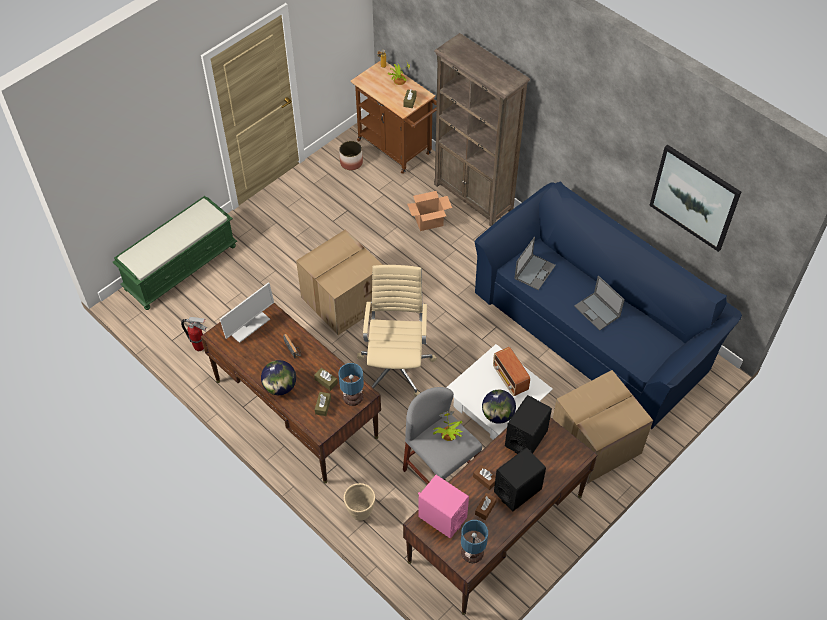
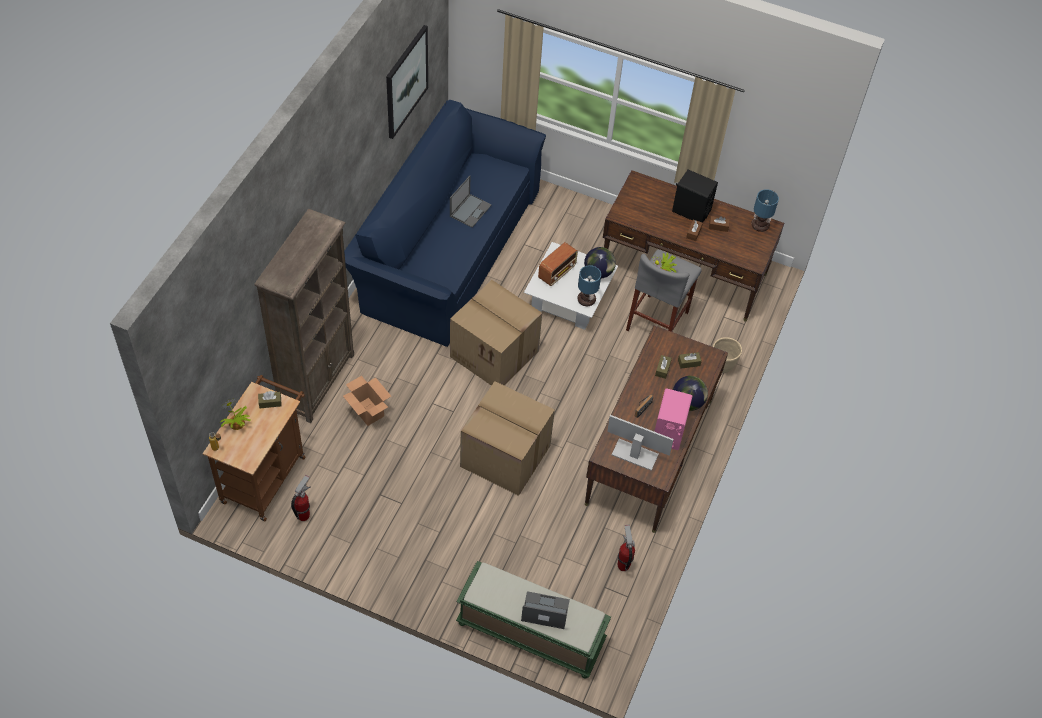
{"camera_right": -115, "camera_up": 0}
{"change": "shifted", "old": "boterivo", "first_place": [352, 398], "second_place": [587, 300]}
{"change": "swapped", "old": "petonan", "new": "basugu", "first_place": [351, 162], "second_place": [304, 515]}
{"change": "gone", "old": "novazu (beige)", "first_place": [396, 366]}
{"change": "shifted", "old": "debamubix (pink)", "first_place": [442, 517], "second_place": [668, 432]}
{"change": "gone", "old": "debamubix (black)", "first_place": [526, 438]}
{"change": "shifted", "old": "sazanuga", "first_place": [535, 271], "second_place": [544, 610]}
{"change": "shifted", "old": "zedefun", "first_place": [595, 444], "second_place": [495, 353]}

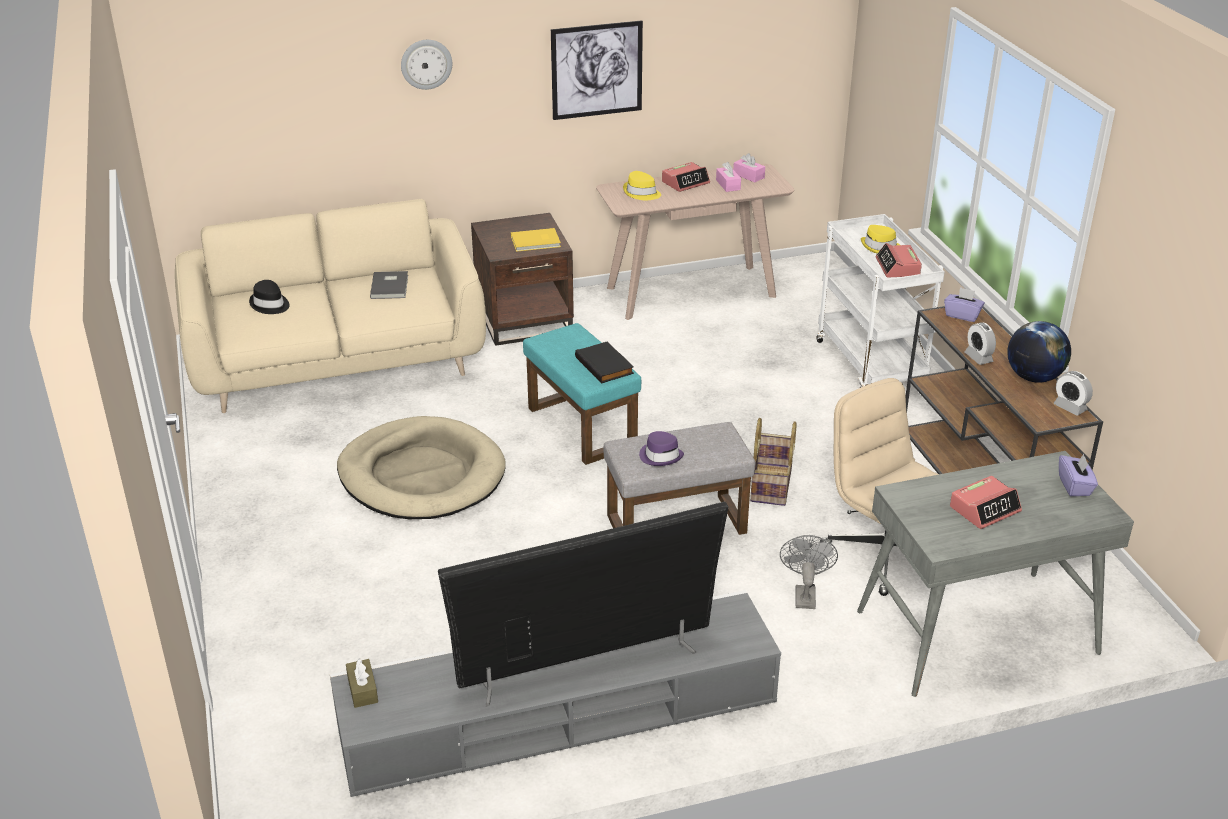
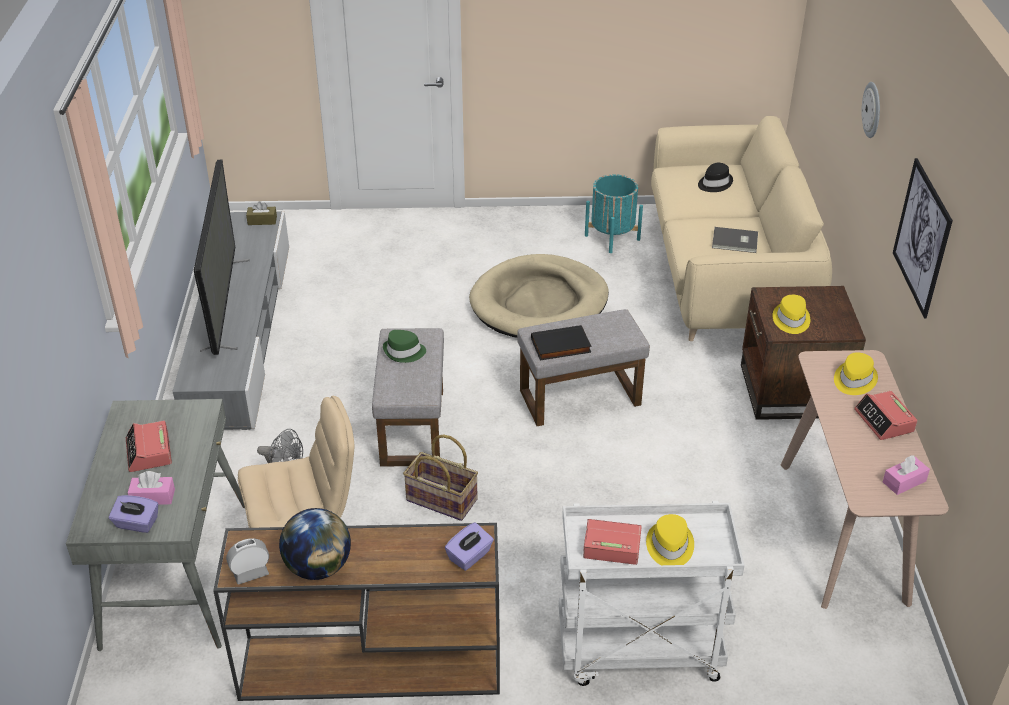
{"camera_right": 105, "camera_up": 5}
{"change": "swapped", "old": "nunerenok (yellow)", "new": "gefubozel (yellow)", "first_place": [536, 242], "second_place": [791, 320]}
{"change": "repainted", "old": "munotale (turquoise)", "new": "munotale (grey)", "first_place": [583, 427], "second_place": [579, 398]}
{"change": "repainted", "old": "gefubozel (purple)", "new": "gefubozel (green)", "first_place": [661, 456], "second_place": [404, 352]}
{"change": "shifted", "old": "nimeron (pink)", "first_place": [728, 185], "second_place": [153, 497]}
{"change": "gone", "old": "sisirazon", "first_place": [978, 357]}
{"change": "new", "new": "petonan (turquoise)", "second_place": [612, 237]}

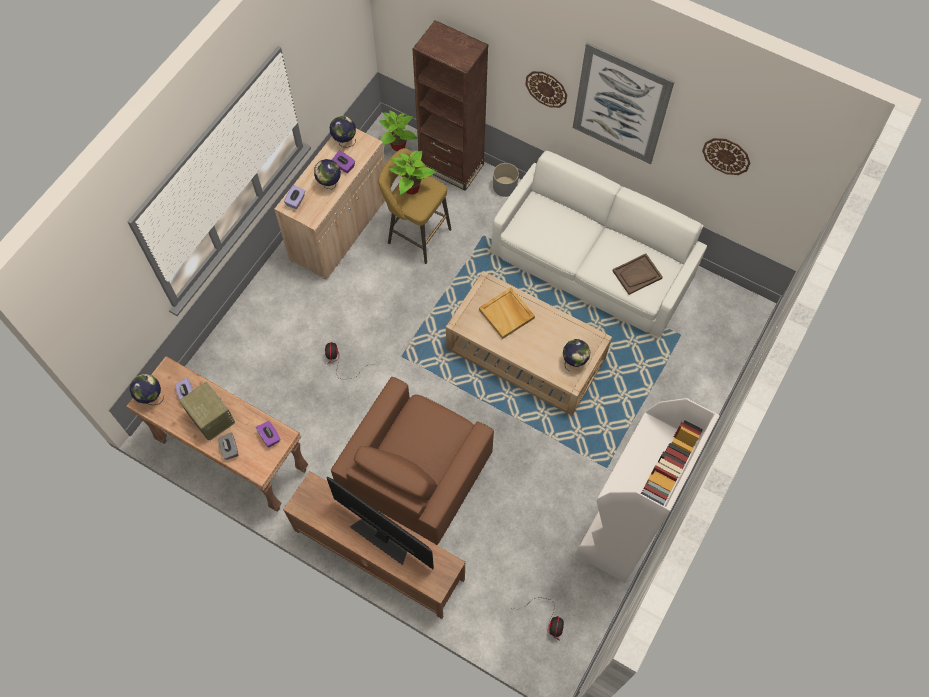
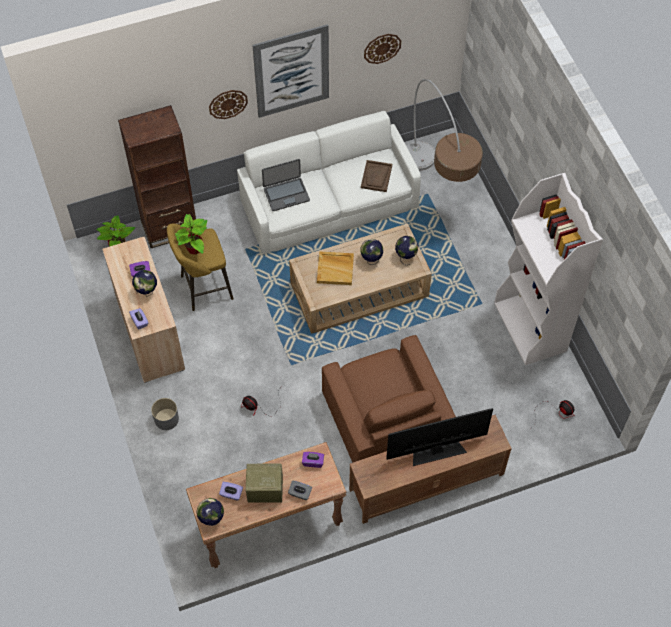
{"camera_right": -50, "camera_up": -5}
{"change": "shifted", "old": "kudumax", "first_place": [344, 141], "second_place": [371, 260]}
{"change": "shifted", "old": "petonan (grey)", "first_place": [505, 186], "second_place": [166, 419]}
{"change": "new", "new": "sazanuga", "second_place": [286, 194]}
{"change": "new", "new": "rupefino", "second_place": [436, 192]}

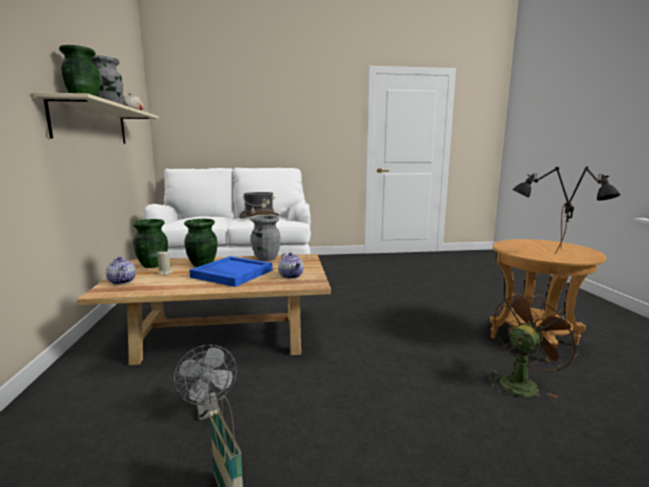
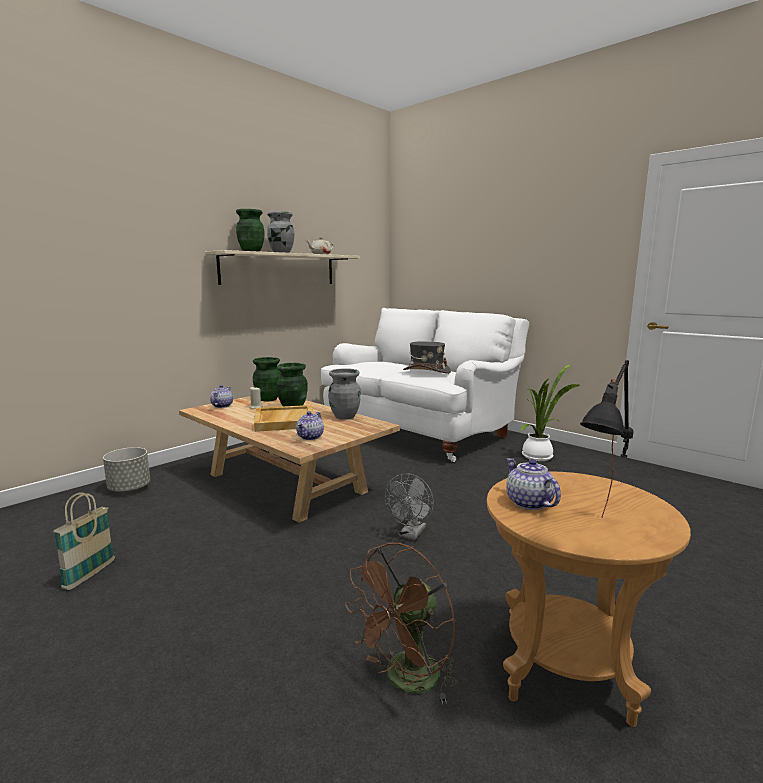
{"camera_right": 50, "camera_up": 0}
{"change": "shifted", "old": "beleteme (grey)", "first_place": [209, 411], "second_place": [411, 534]}
{"change": "repainted", "old": "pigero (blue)", "new": "pigero (beige)", "first_place": [231, 274], "second_place": [284, 421]}
{"change": "rotated", "old": "beleteme (brown)", "first_place": [521, 383], "second_place": [406, 682], "degrees": 120}
{"change": "swapped", "old": "boterivo (black)", "new": "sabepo", "first_place": [535, 253], "second_place": [528, 503]}
{"change": "new", "new": "petonan (grey)", "second_place": [129, 488]}
{"change": "new", "new": "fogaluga", "second_place": [539, 456]}

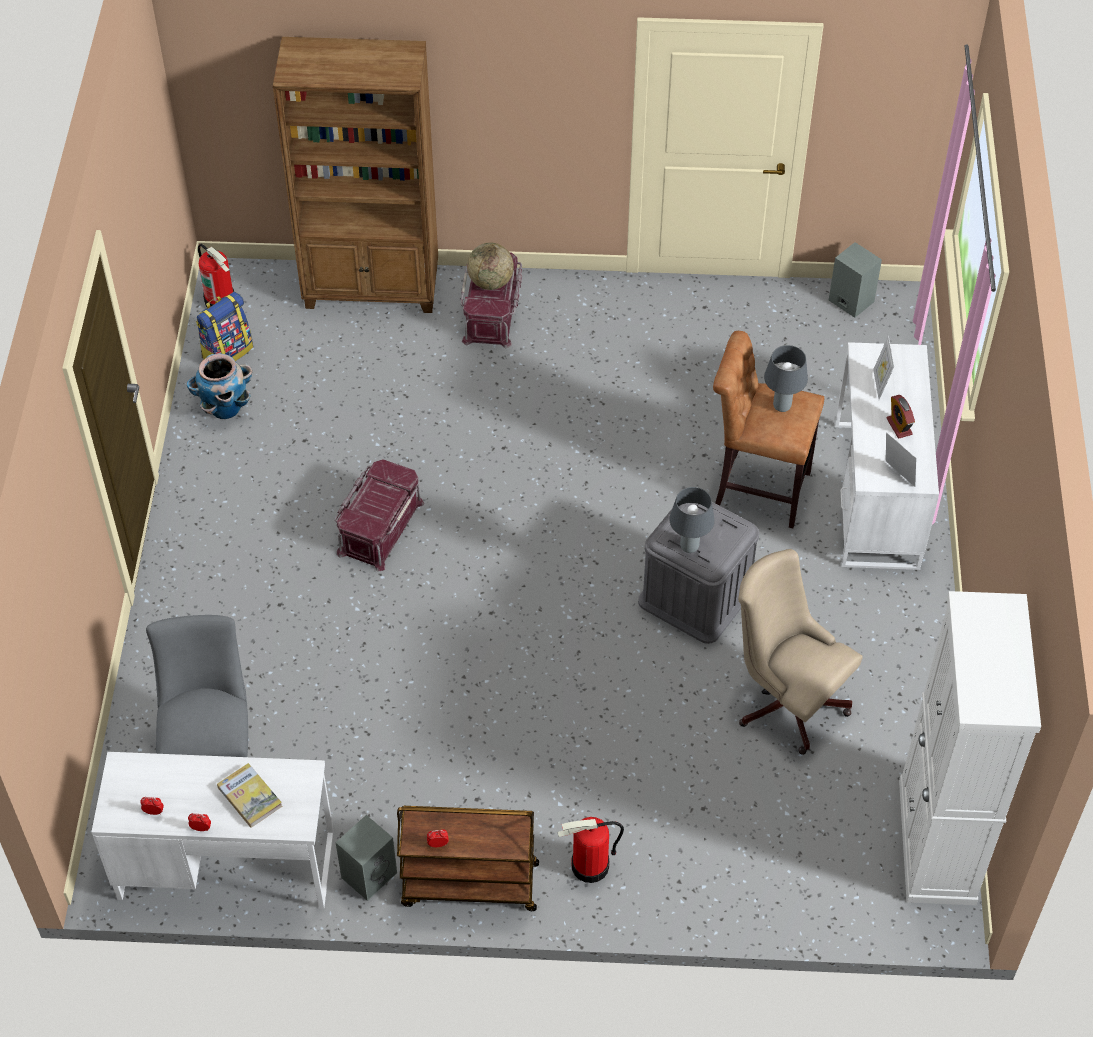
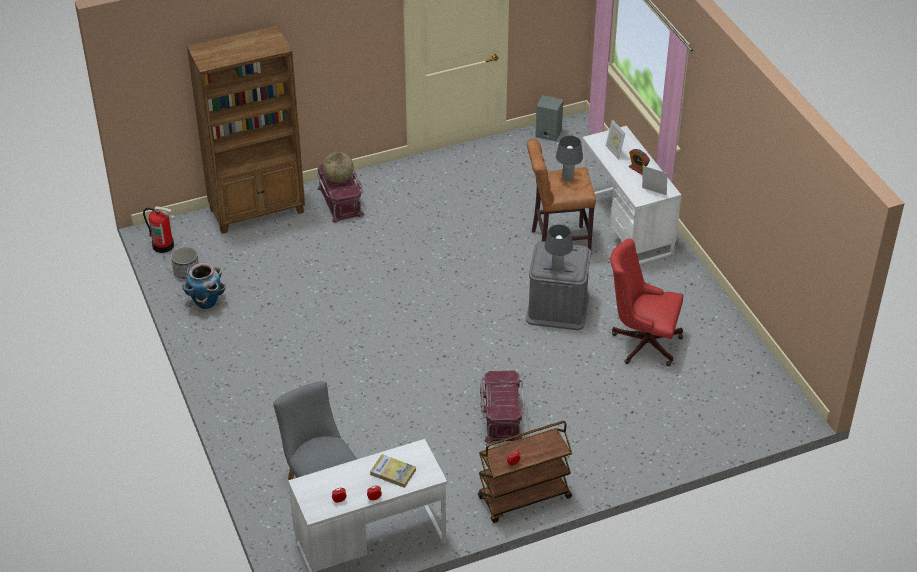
{"camera_right": -25, "camera_up": -10}
{"change": "swapped", "old": "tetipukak", "new": "petonan", "first_place": [227, 351], "second_place": [186, 271]}
{"change": "shifted", "old": "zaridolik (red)", "first_place": [379, 527], "second_place": [501, 417]}
{"change": "gone", "old": "debamubix (grey)", "first_place": [369, 874]}
{"change": "gone", "old": "basugu", "first_place": [590, 866]}
{"change": "repainted", "old": "novazu (beige)", "new": "novazu (red)", "first_place": [786, 699], "second_place": [642, 342]}
{"change": "gone", "old": "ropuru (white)", "first_place": [936, 842]}

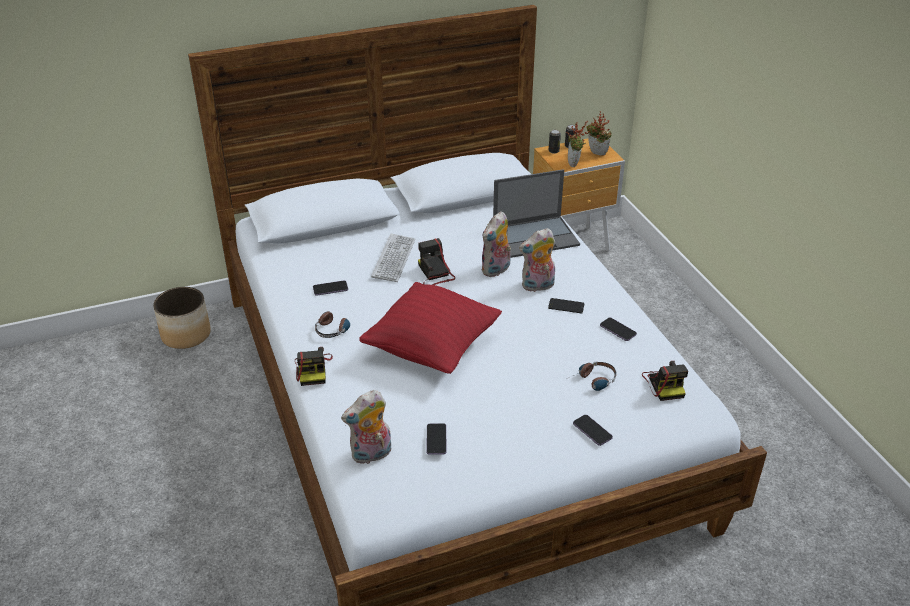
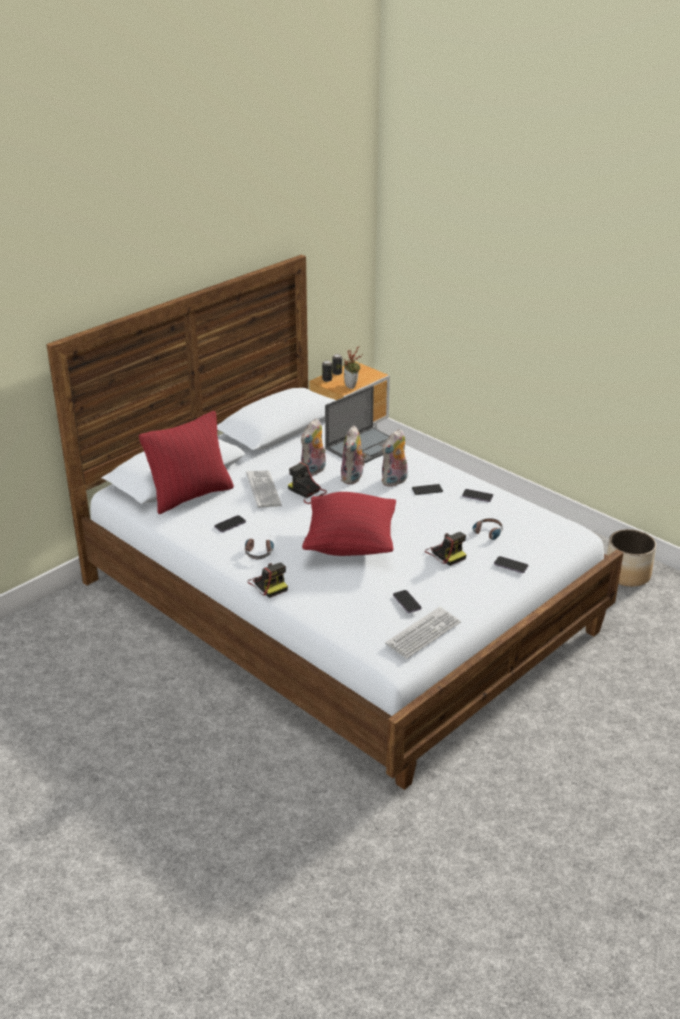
{"camera_right": -25, "camera_up": -5}
{"change": "shifted", "old": "petonan", "first_place": [186, 334], "second_place": [627, 574]}
{"change": "shifted", "old": "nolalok", "first_place": [371, 455], "second_place": [314, 471]}
{"change": "gone", "old": "fogaluga", "first_place": [596, 154]}
{"change": "shifted", "old": "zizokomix", "first_place": [664, 384], "second_place": [445, 553]}
{"change": "new", "new": "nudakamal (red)", "second_place": [190, 496]}
{"change": "new", "new": "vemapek", "second_place": [423, 634]}

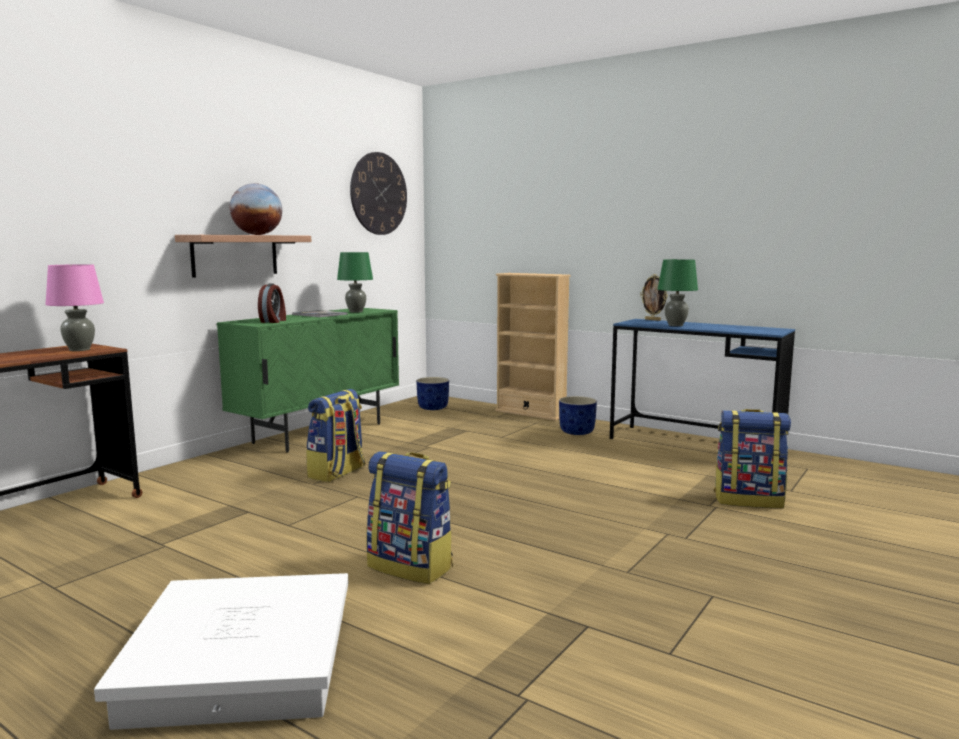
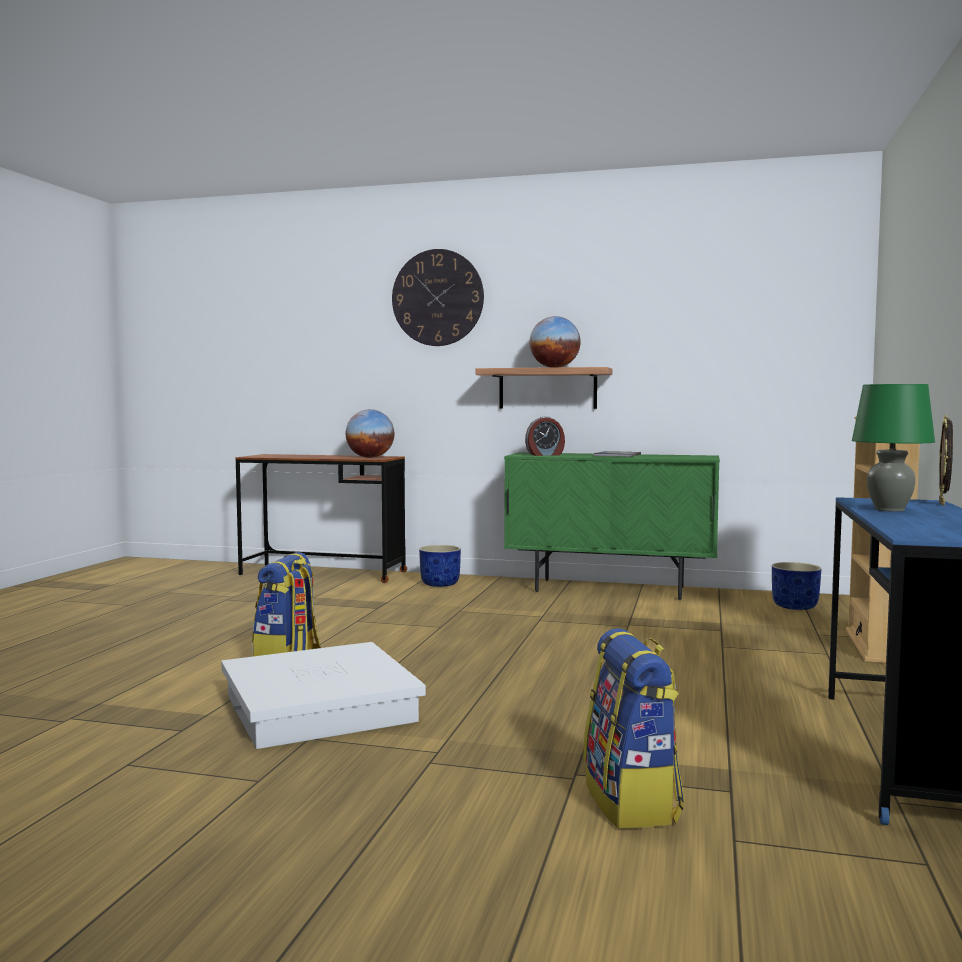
{"camera_right": 70, "camera_up": -5}
{"change": "swapped", "old": "boterivo (pink)", "new": "kudumax", "first_place": [80, 349], "second_place": [370, 457]}
{"change": "shifted", "old": "zaridolik (white)", "first_place": [243, 662], "second_place": [319, 708]}
{"change": "gone", "old": "tetipukak", "first_place": [337, 473]}
{"change": "gone", "old": "boterivo (green)", "first_place": [356, 311]}
{"change": "shifted", "old": "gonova", "first_place": [378, 194], "second_place": [437, 298]}
{"change": "shifted", "old": "petonan (blue)", "first_place": [577, 432], "second_place": [440, 584]}

